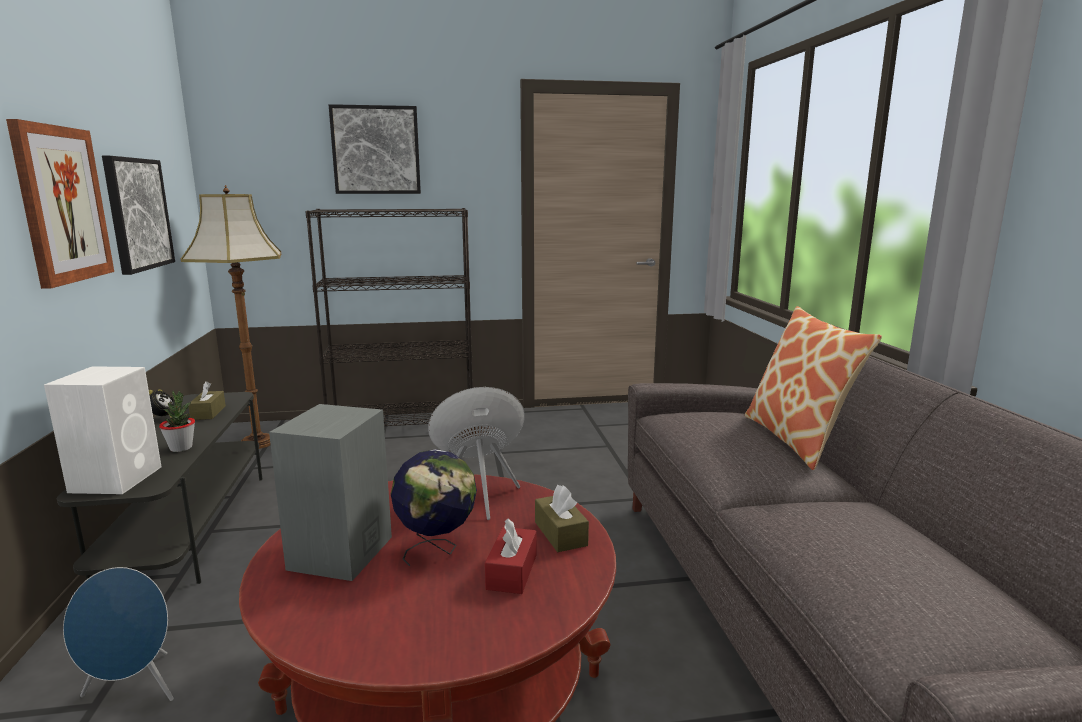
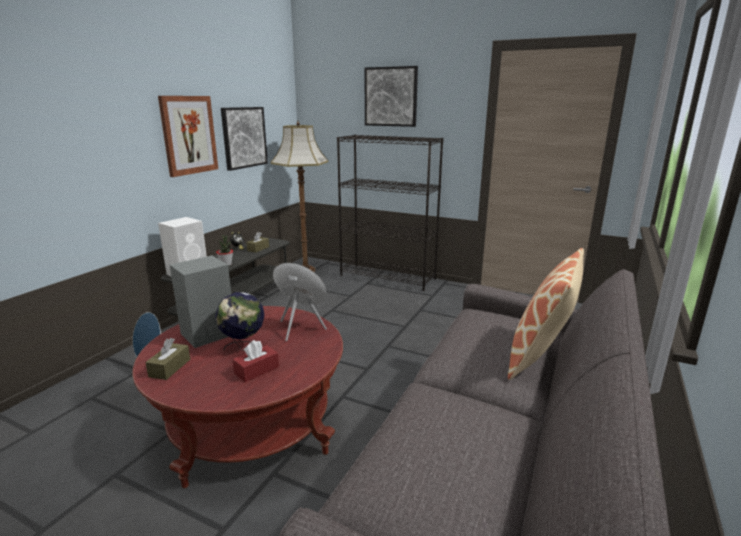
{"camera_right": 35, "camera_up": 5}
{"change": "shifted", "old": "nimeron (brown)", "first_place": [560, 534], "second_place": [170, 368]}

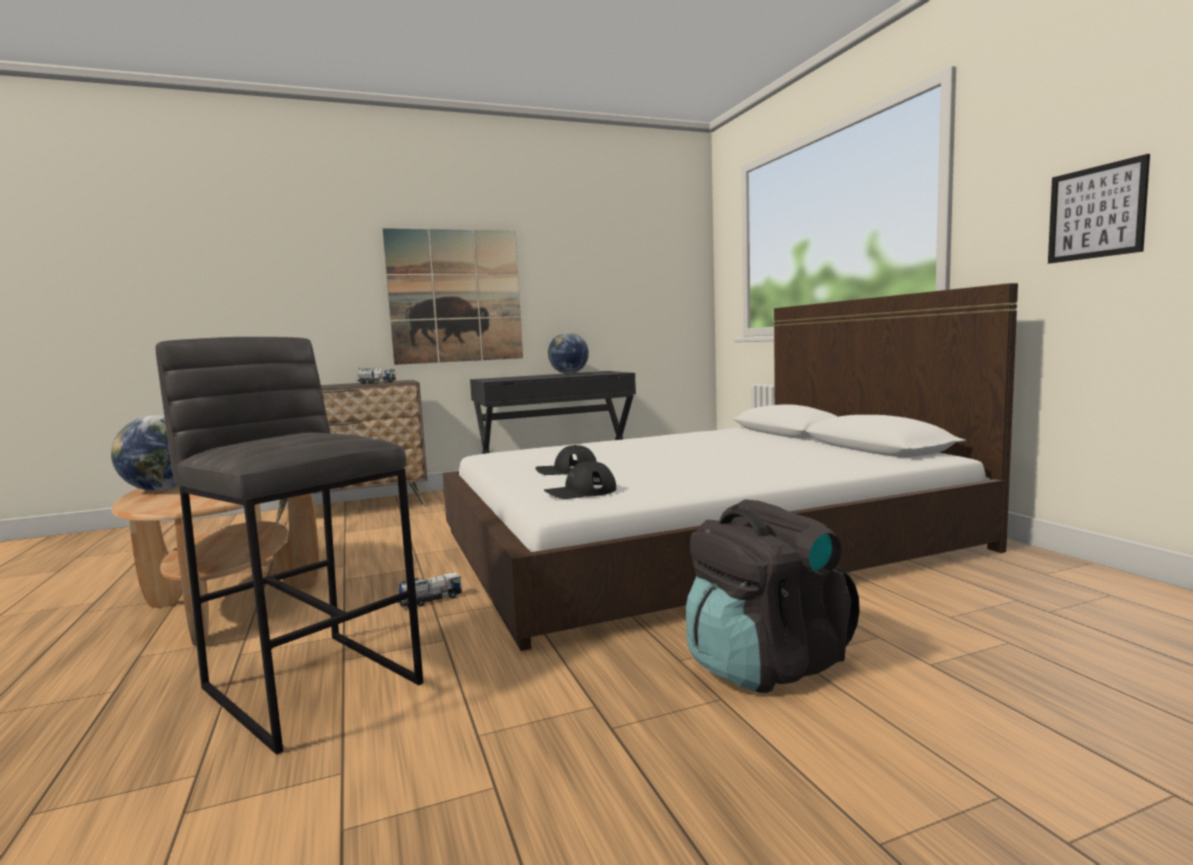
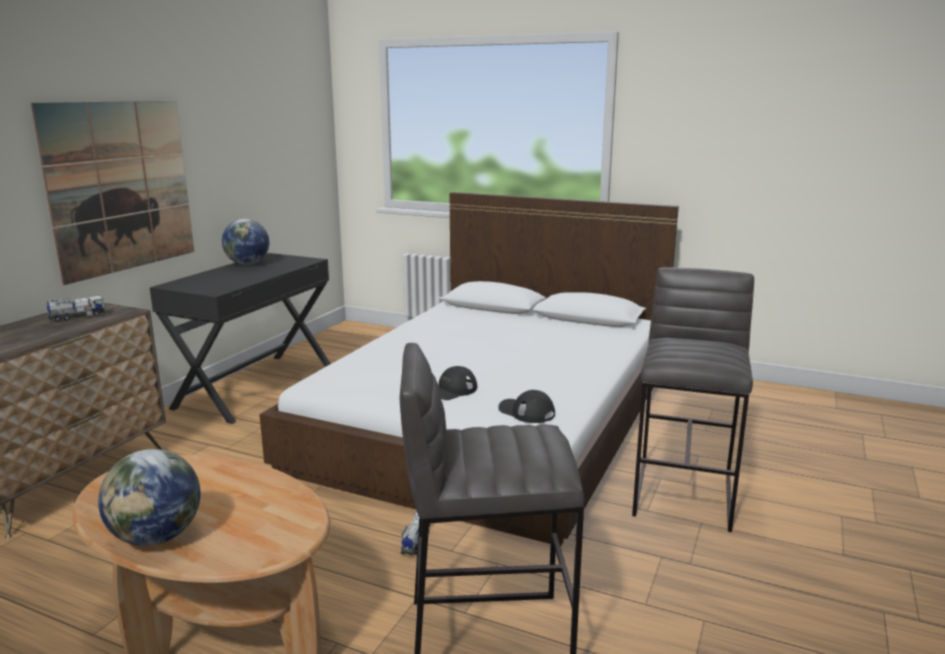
{"camera_right": -45, "camera_up": 10}
{"change": "rotated", "old": "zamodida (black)", "first_place": [580, 492], "second_place": [526, 412], "degrees": 105}
{"change": "swapped", "old": "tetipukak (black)", "new": "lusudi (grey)", "first_place": [765, 664], "second_place": [684, 494]}
{"change": "gone", "old": "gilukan", "first_place": [1096, 212]}

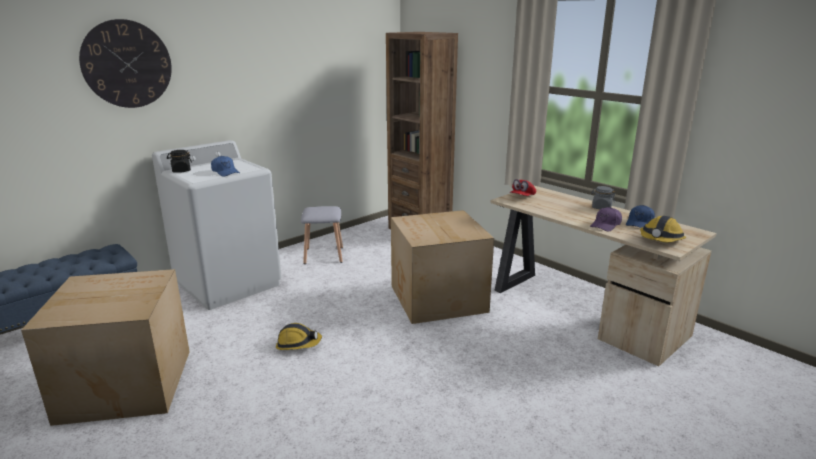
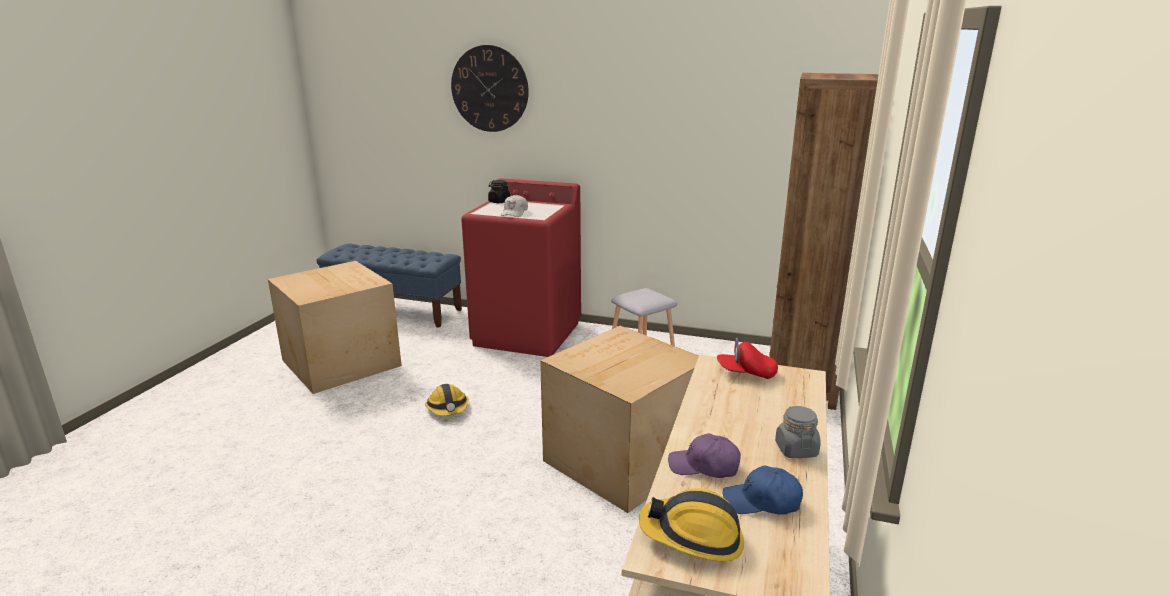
{"camera_right": 60, "camera_up": 0}
{"change": "repainted", "old": "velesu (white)", "new": "velesu (red)", "first_place": [229, 283], "second_place": [527, 334]}
{"change": "repainted", "old": "zamodida (blue)", "new": "zamodida (white)", "first_place": [225, 172], "second_place": [514, 213]}

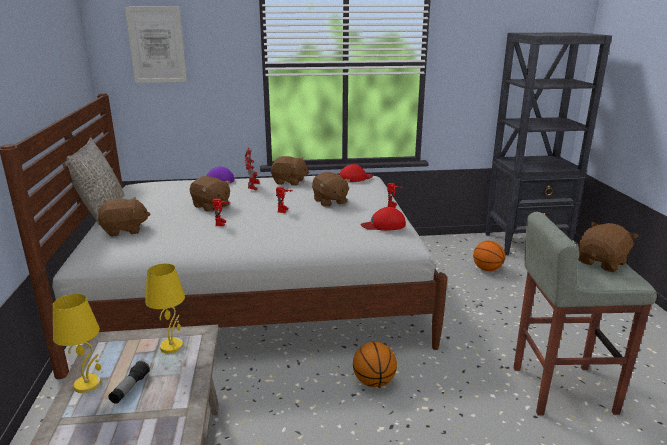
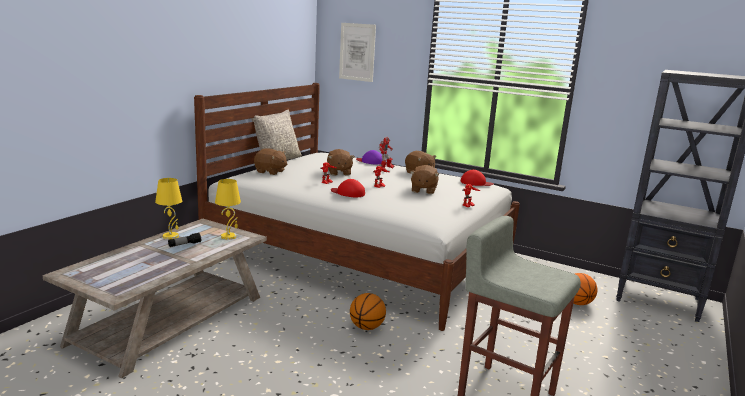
{"camera_right": 35, "camera_up": -5}
{"change": "shifted", "old": "zamodida (red)", "first_place": [384, 225], "second_place": [348, 193]}
{"change": "gone", "old": "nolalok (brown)", "first_place": [602, 263]}

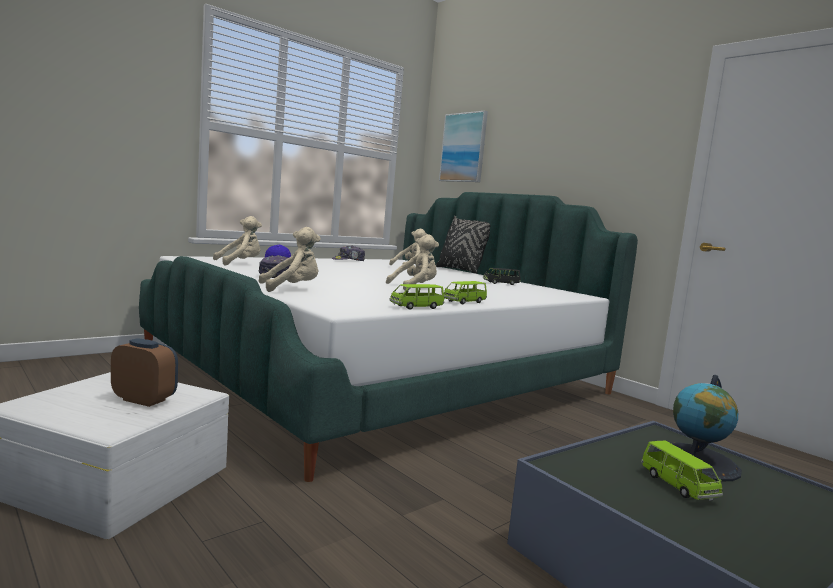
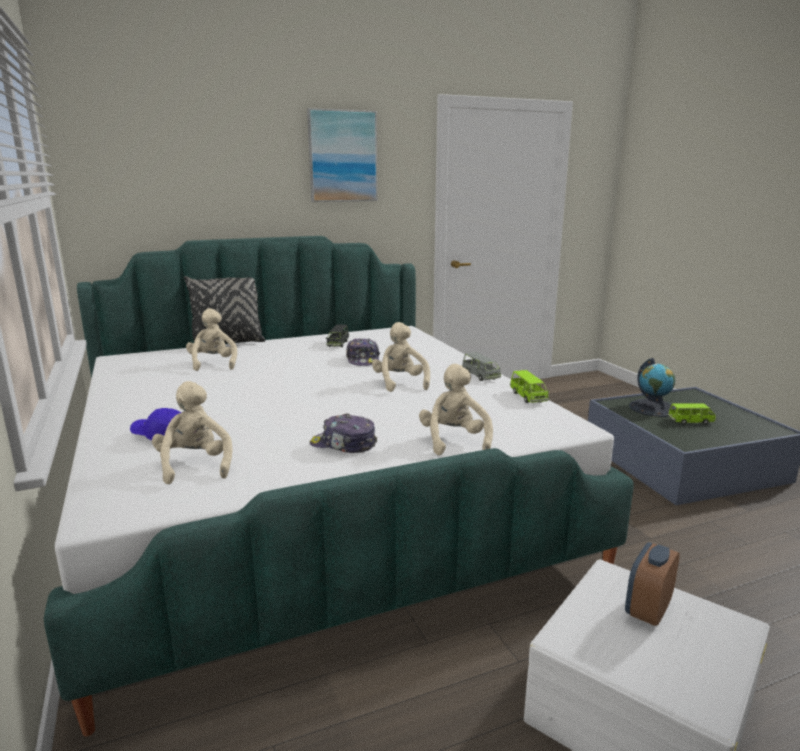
{"camera_right": -70, "camera_up": 10}
{"change": "shifted", "old": "zamodida", "first_place": [348, 260], "second_place": [363, 360]}
{"change": "shifted", "old": "gilukan", "first_place": [463, 147], "second_place": [342, 156]}
{"change": "repainted", "old": "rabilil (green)", "new": "rabilil (grey)", "first_place": [464, 302], "second_place": [480, 376]}

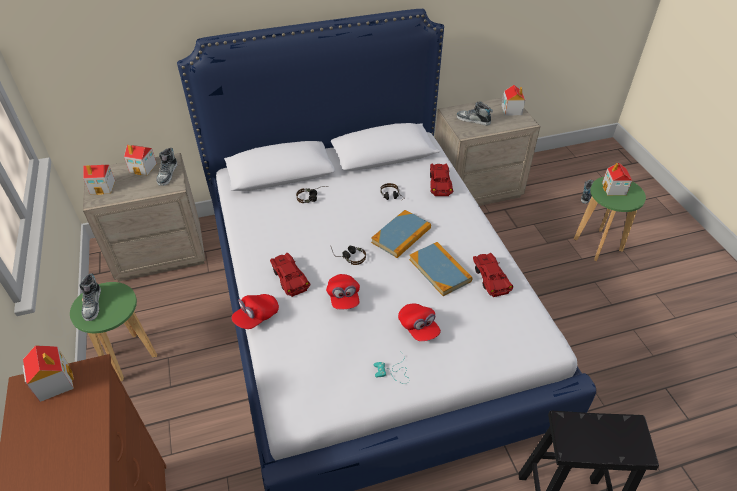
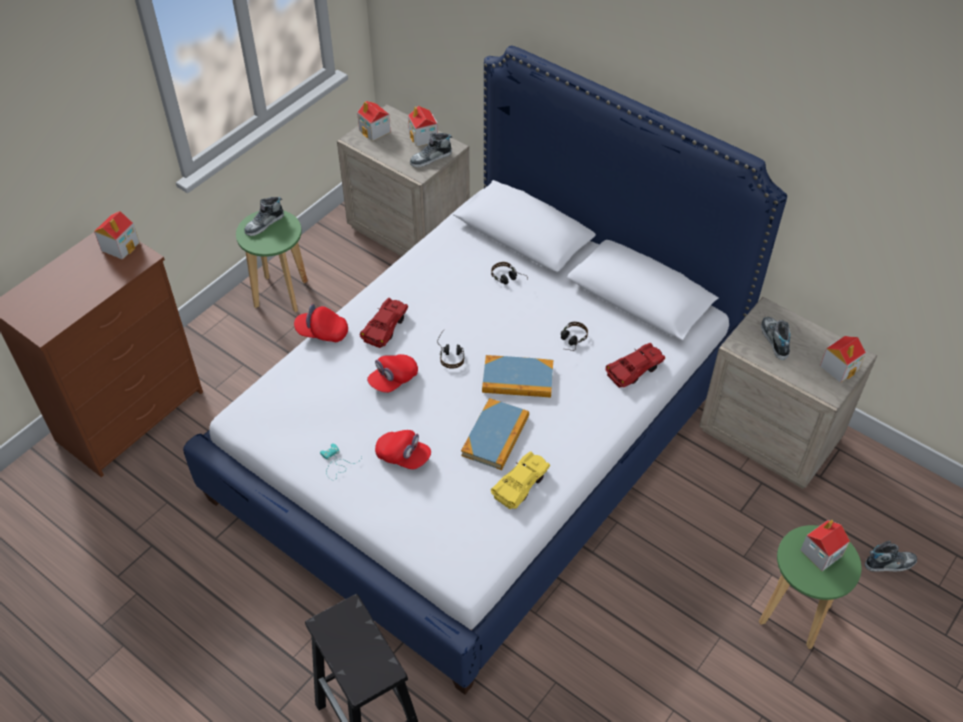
{"camera_right": 55, "camera_up": 5}
{"change": "rotated", "old": "zamodida (red)", "first_place": [418, 328], "second_place": [403, 456], "degrees": -90}
{"change": "repainted", "old": "rabilil (red)", "new": "rabilil (yellow)", "first_place": [490, 278], "second_place": [521, 484]}

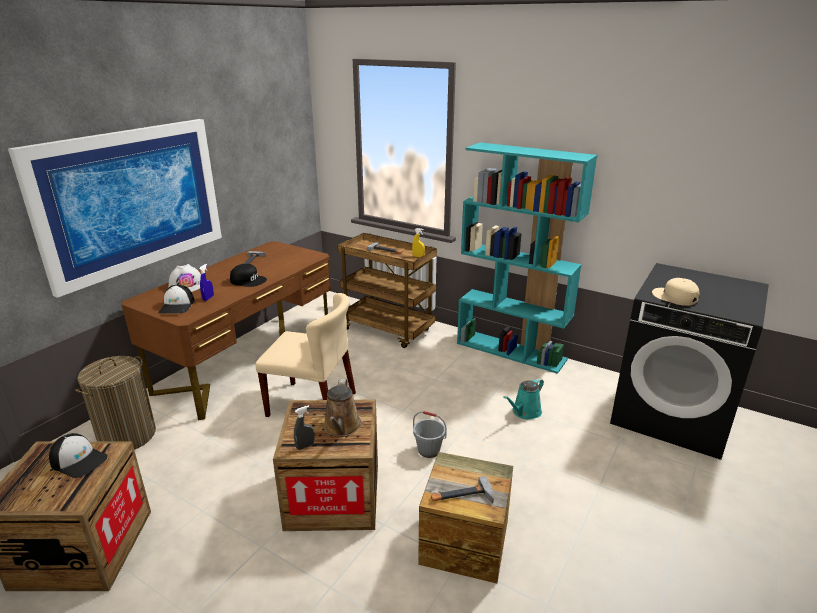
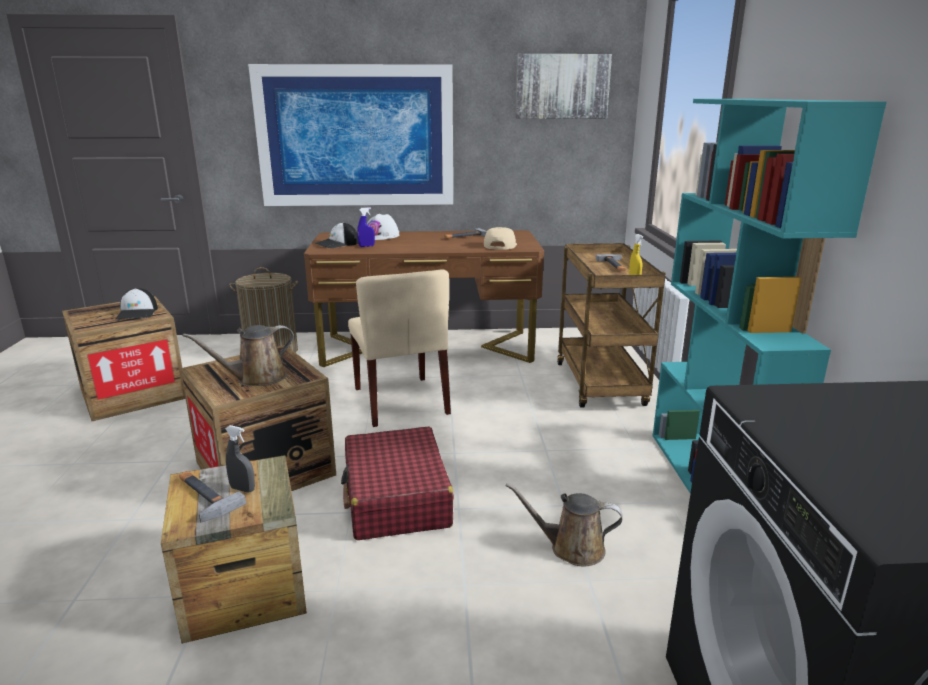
{"camera_right": 55, "camera_up": -5}
{"change": "gone", "old": "zamodida (black)", "first_place": [248, 280]}
{"change": "shifted", "old": "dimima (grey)", "first_place": [305, 446], "second_place": [242, 489]}
{"change": "swapped", "old": "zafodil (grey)", "new": "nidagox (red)", "first_place": [429, 450], "second_place": [396, 498]}
{"change": "repainted", "old": "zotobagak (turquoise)", "new": "zotobagak (brown)", "first_place": [525, 412], "second_place": [571, 548]}
{"change": "shifted", "old": "zamodida (beige)", "first_place": [674, 297], "second_place": [499, 245]}
{"change": "new", "new": "gilukan", "second_place": [562, 86]}

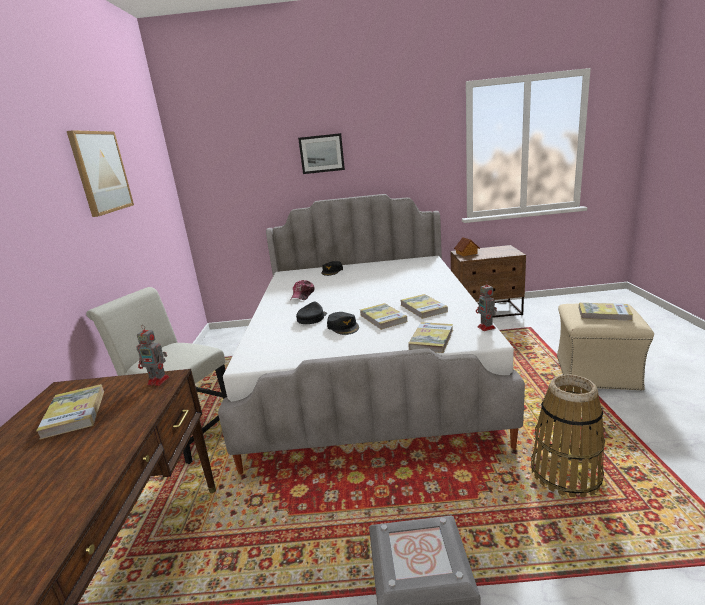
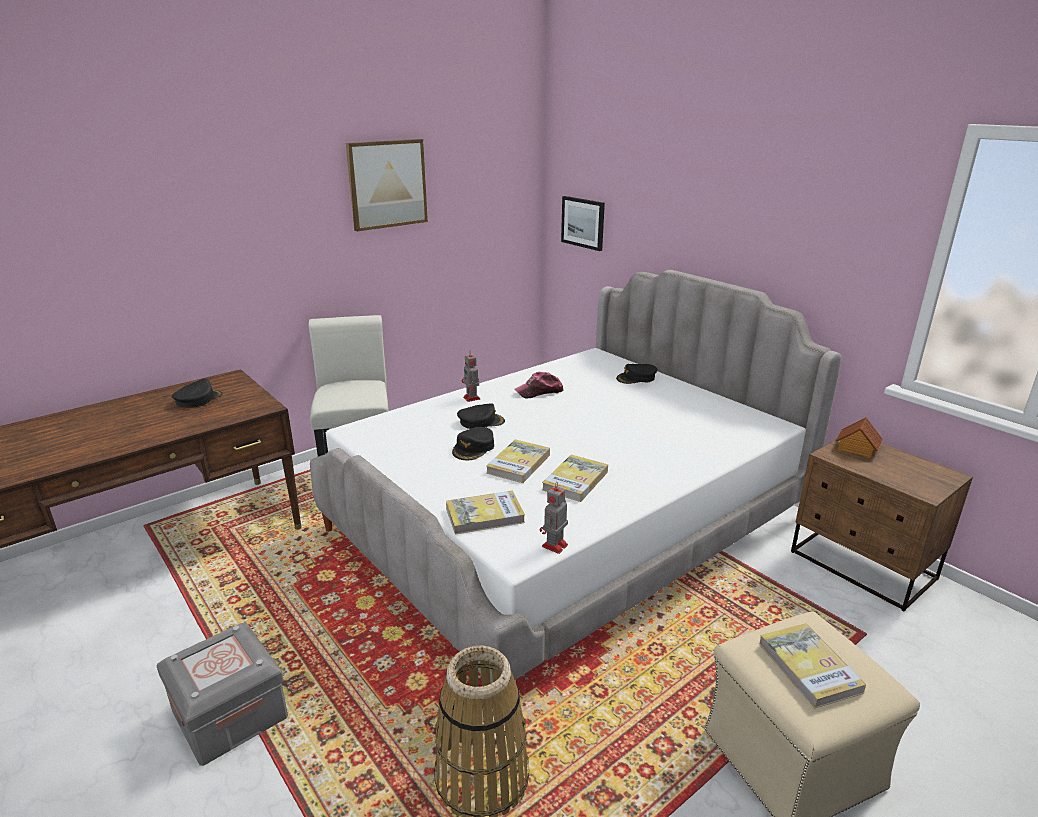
{"camera_right": 50, "camera_up": 5}
{"change": "swapped", "old": "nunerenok", "new": "zamodida (black)", "first_place": [74, 413], "second_place": [198, 399]}
{"change": "shifted", "old": "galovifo", "first_place": [159, 380], "second_place": [472, 398]}
{"change": "shifted", "old": "gilukan", "first_place": [321, 153], "second_place": [583, 222]}

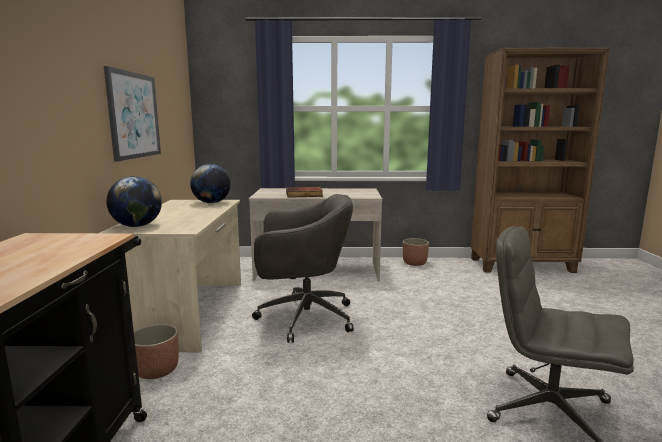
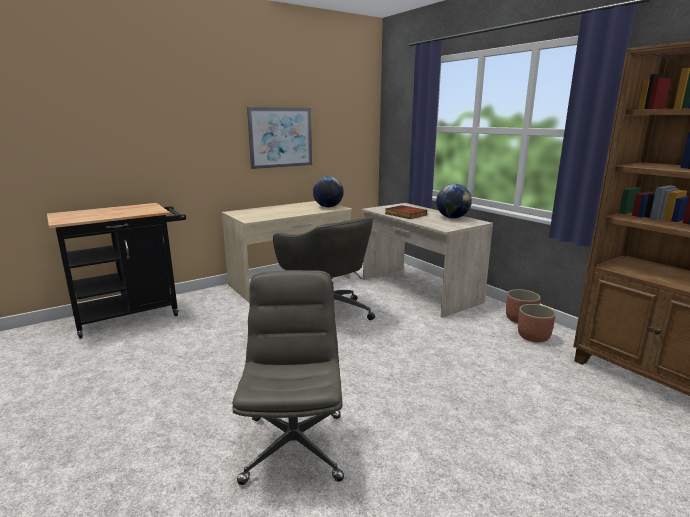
{"camera_right": 55, "camera_up": 5}
{"change": "shifted", "old": "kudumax", "first_place": [137, 226], "second_place": [452, 218]}
{"change": "shifted", "old": "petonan", "first_place": [156, 370], "second_place": [533, 337]}

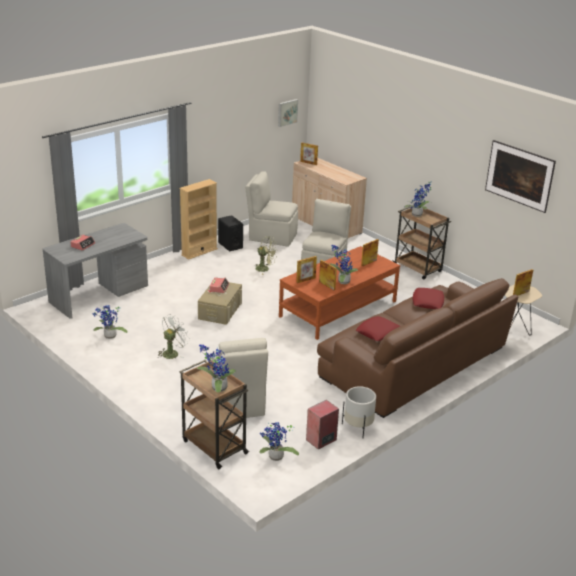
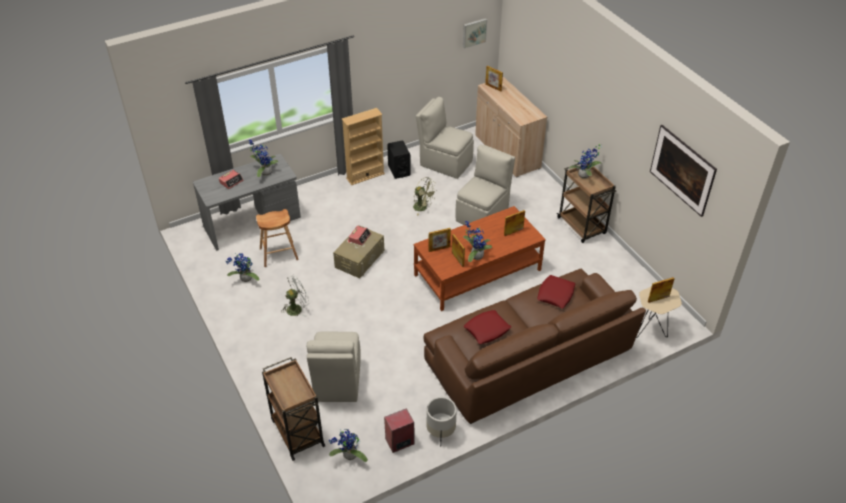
{"camera_right": 15, "camera_up": 15}
{"change": "shifted", "old": "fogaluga", "first_place": [217, 388], "second_place": [264, 172]}
{"change": "new", "new": "lusudi (brown)", "second_place": [279, 254]}

